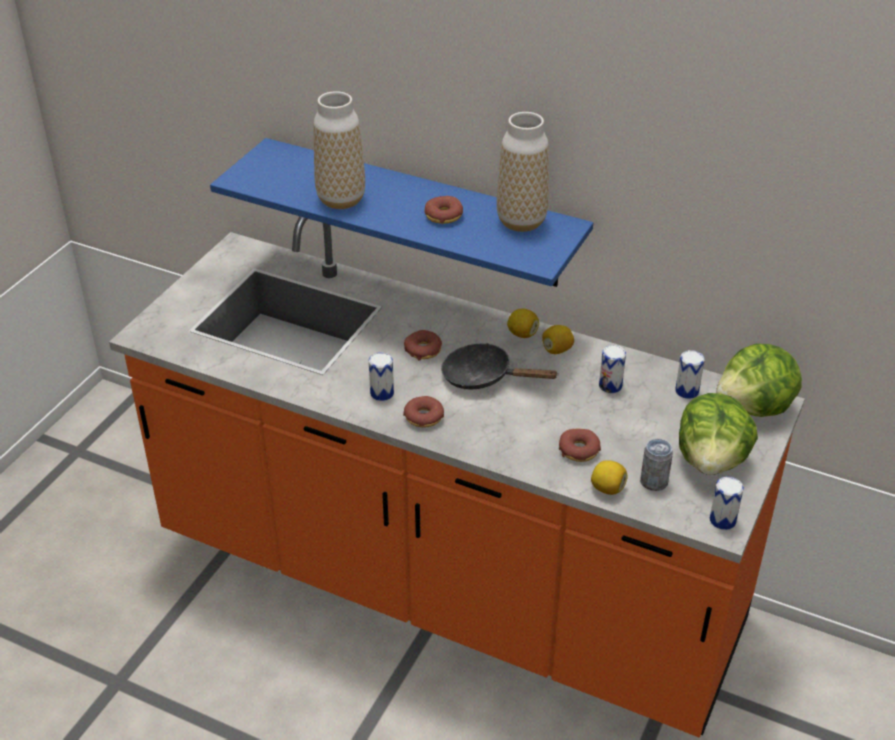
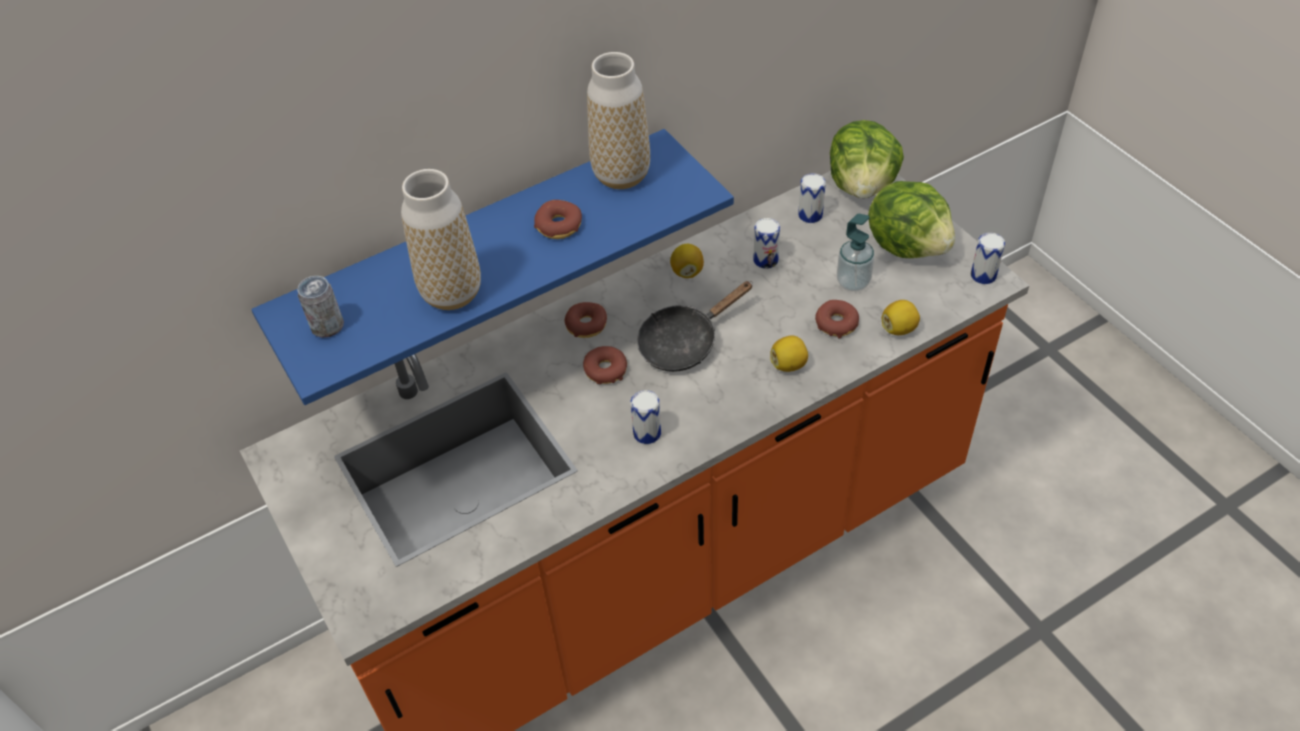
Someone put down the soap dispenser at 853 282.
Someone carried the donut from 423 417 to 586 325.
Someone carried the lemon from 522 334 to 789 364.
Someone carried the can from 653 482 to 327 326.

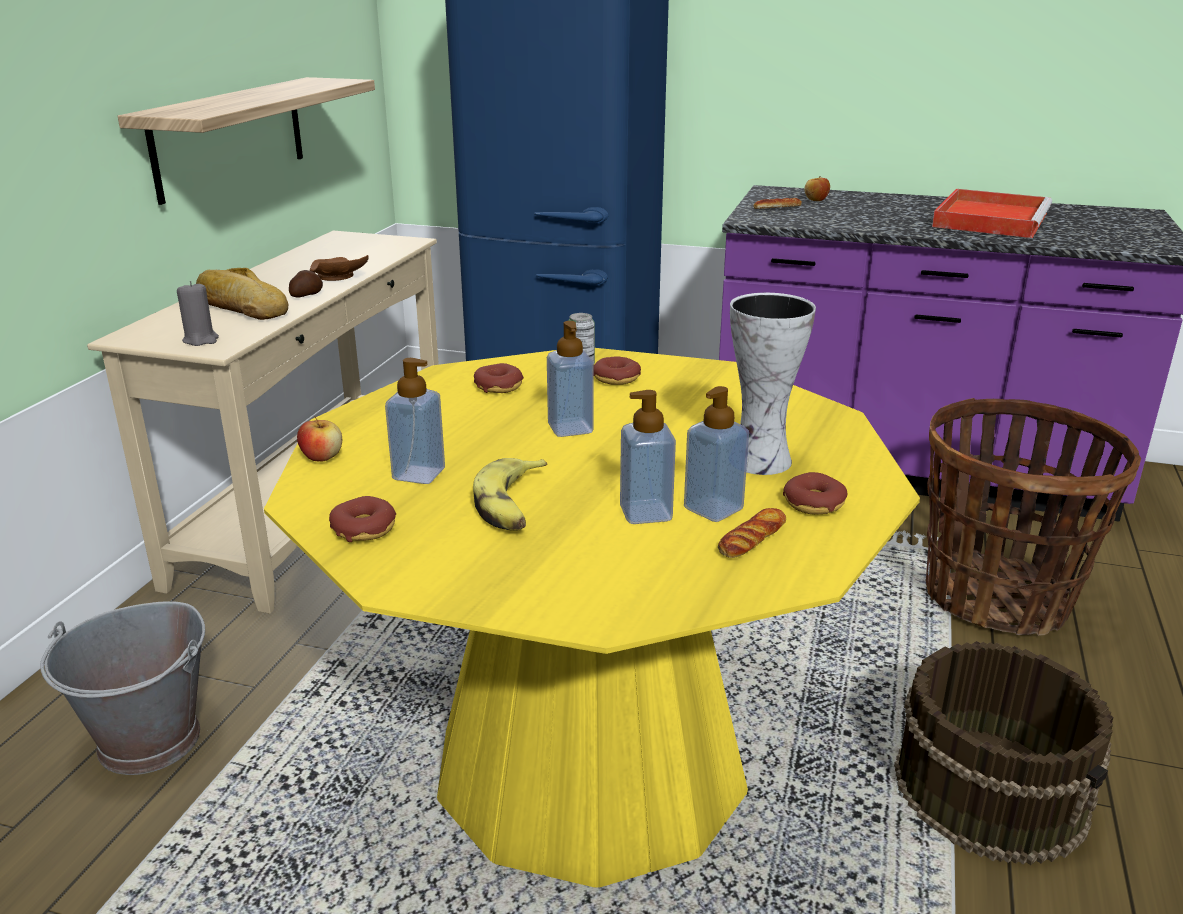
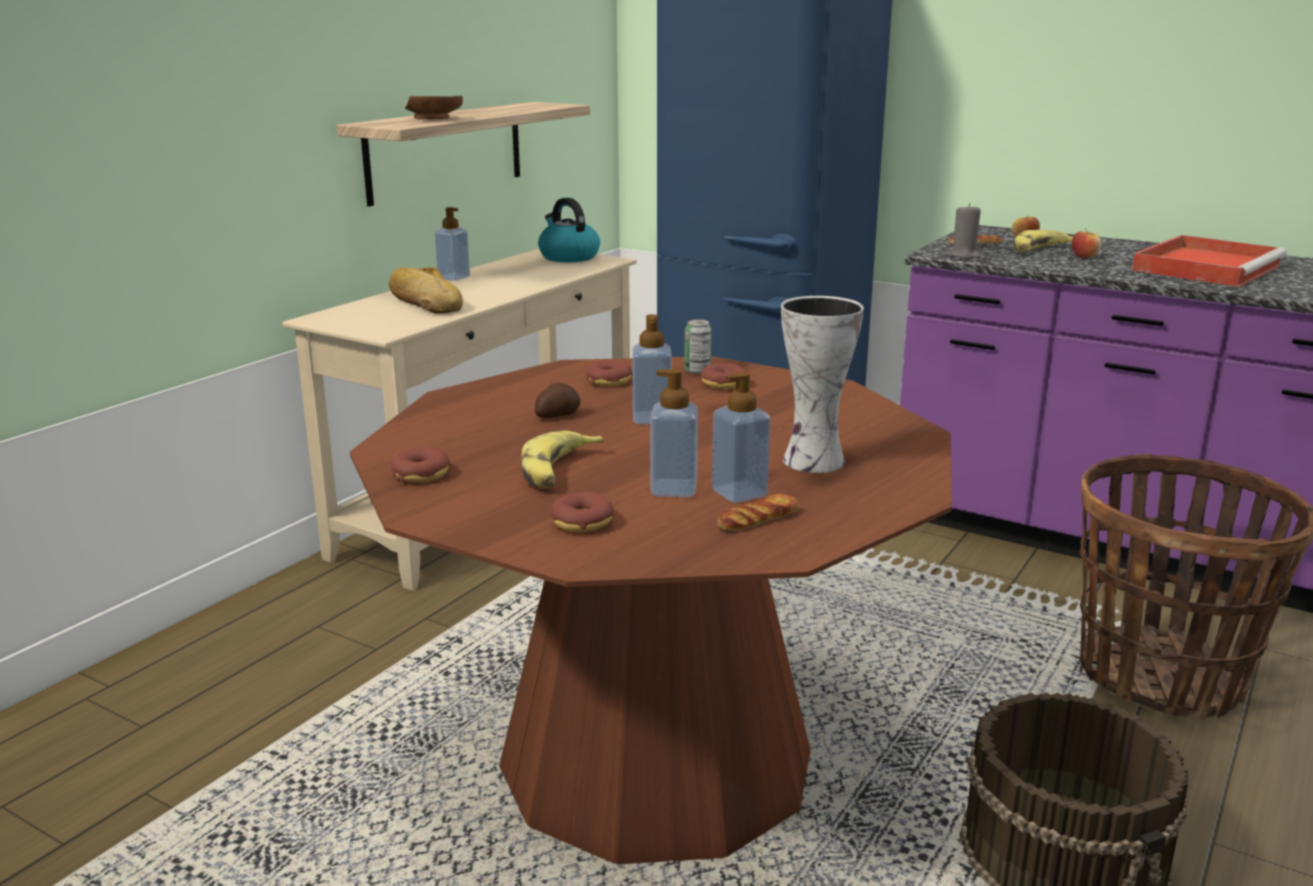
Someone took away the bucket (grey) at 150 741.
Someone put down the kettle at 568 257.
Someone put down the banana at 1040 250.
Someone carried the candle (grey) from 201 340 to 964 255.
Someone carried the potato from 306 295 to 557 415.
Someone carried the apple from 322 457 to 1084 257.
Someone carried the plate (brown) from 337 278 to 432 119.
Someone carried the soap dispenser from 419 474 to 453 278.
Someone carried the donut from 814 503 to 582 522.
Someone repainted the dining table (yellow) at 591 762, which became the dining table (brown) at 656 759.

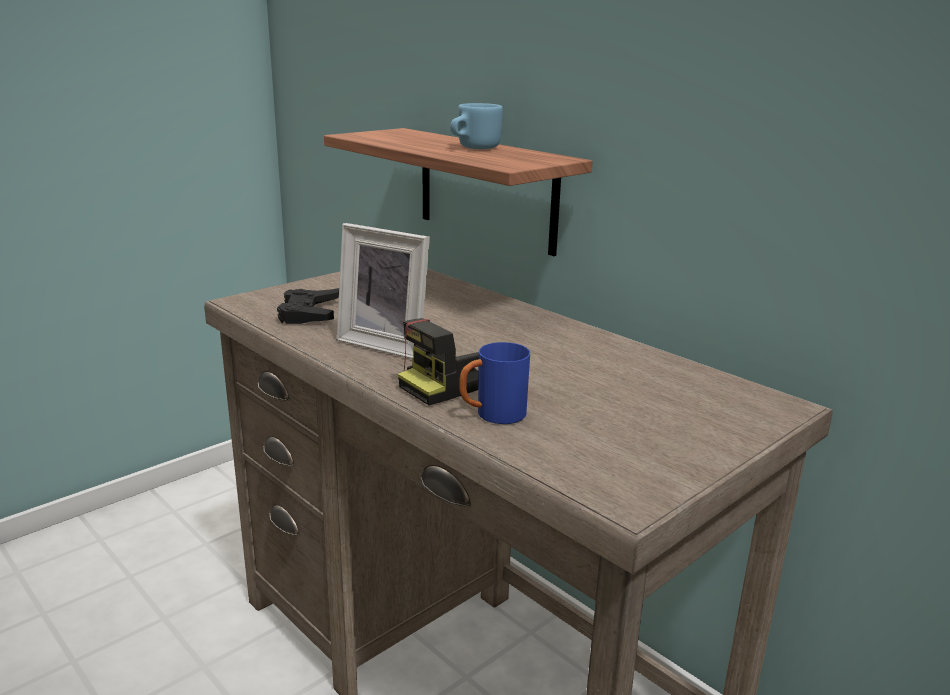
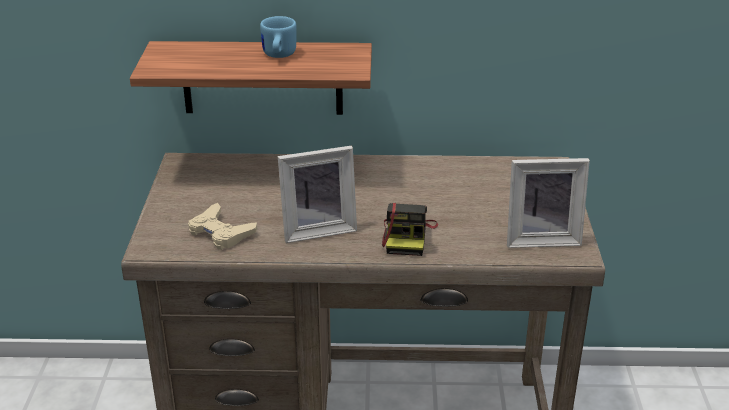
Someone took away the mug (blue) at 492 416.
Someone put down the picture frame at 541 238.
Someone repainted the game controller (black) at 309 313, which became the game controller (beige) at 220 232.

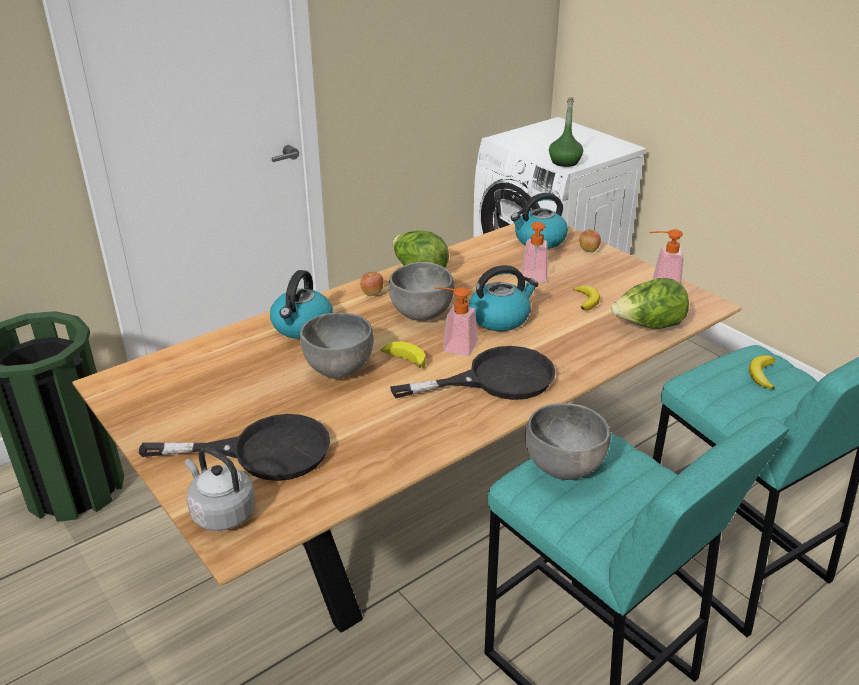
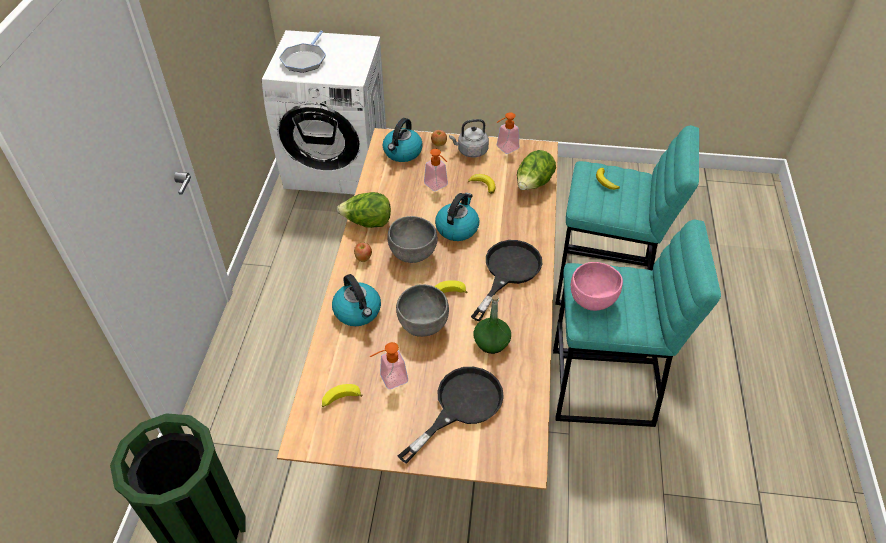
Someone put down the frying pan at 304 60.
Someone put down the banana at 340 399.
Someone carried the kettle (grey) from 221 512 to 471 151.
Someone carried the soap dispenser from 454 346 to 389 380.
Someone carried the bottle (green) from 564 162 to 491 342.
Someone repainted the bowl (grey) at 565 467, which became the bowl (pink) at 592 300.

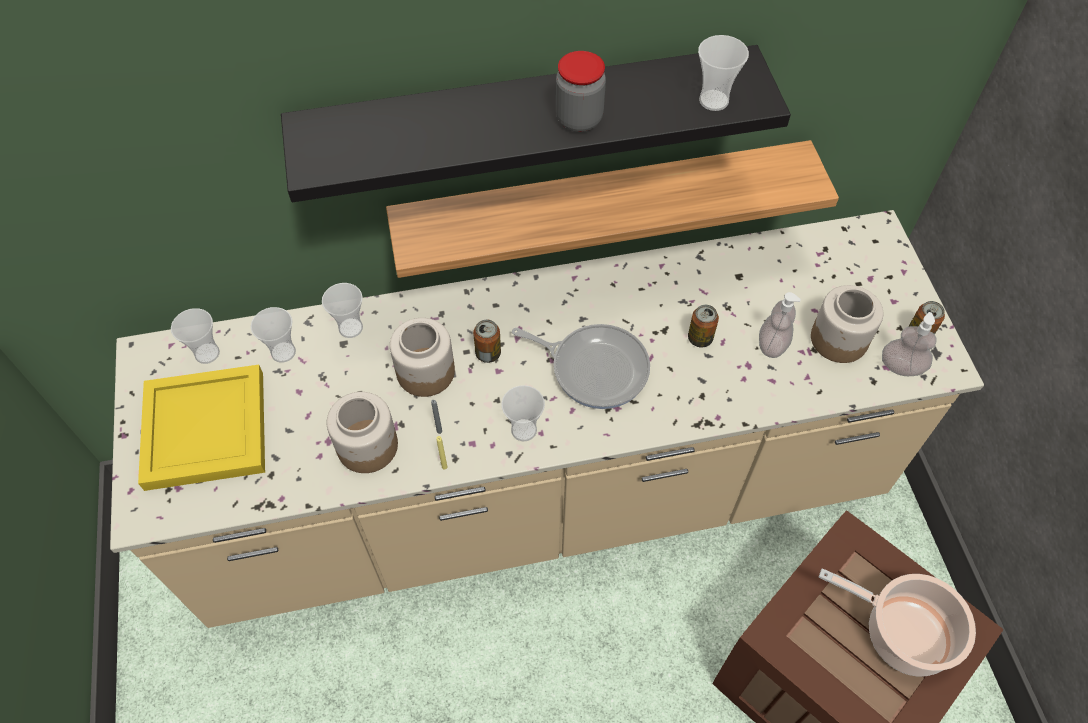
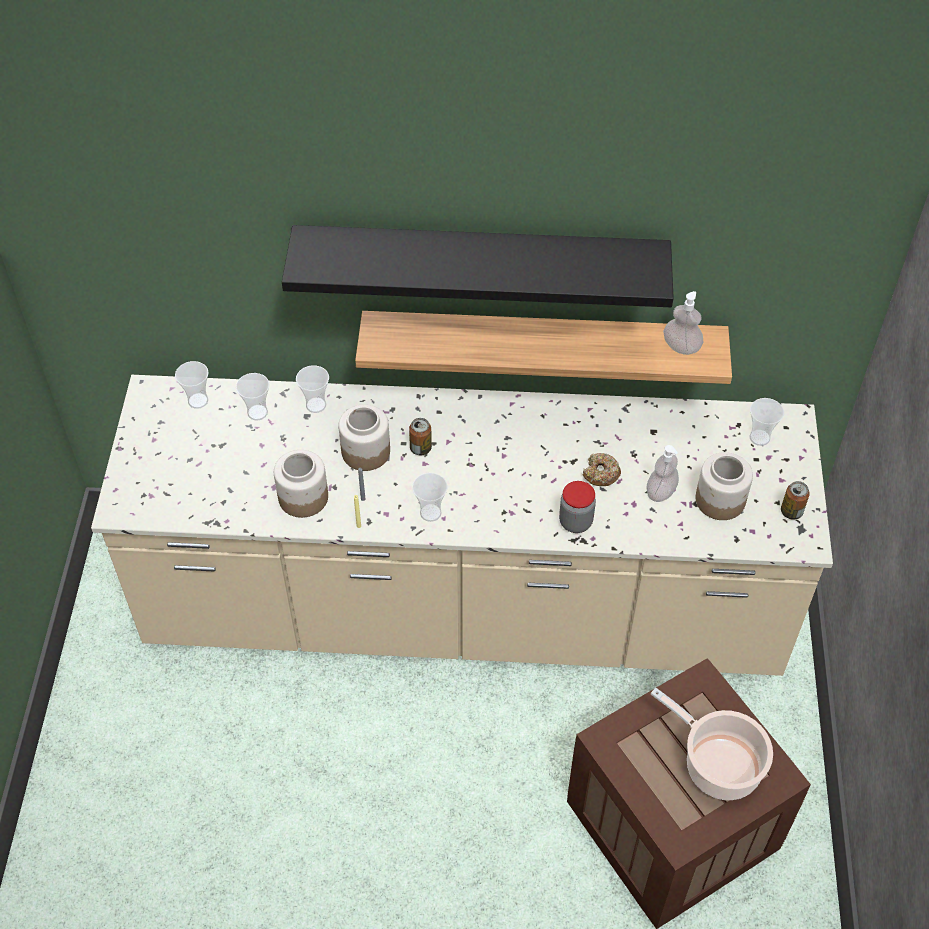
Someone took away the tray (yellow) at 207 431.
Someone took away the frying pan at 595 368.
Someone carried the jar from 579 119 to 575 522.
Someone carried the cup from 713 100 to 759 437.
Someone carried the soap dispenser from 901 367 to 681 347.
Someone swapped the can at 700 338 for the donut at 601 474.

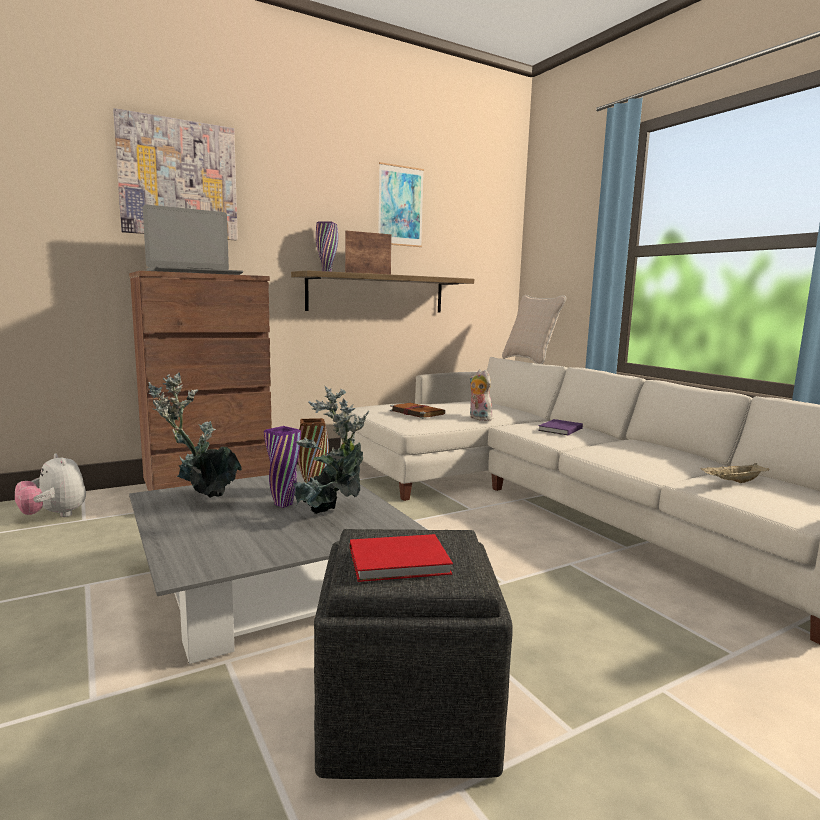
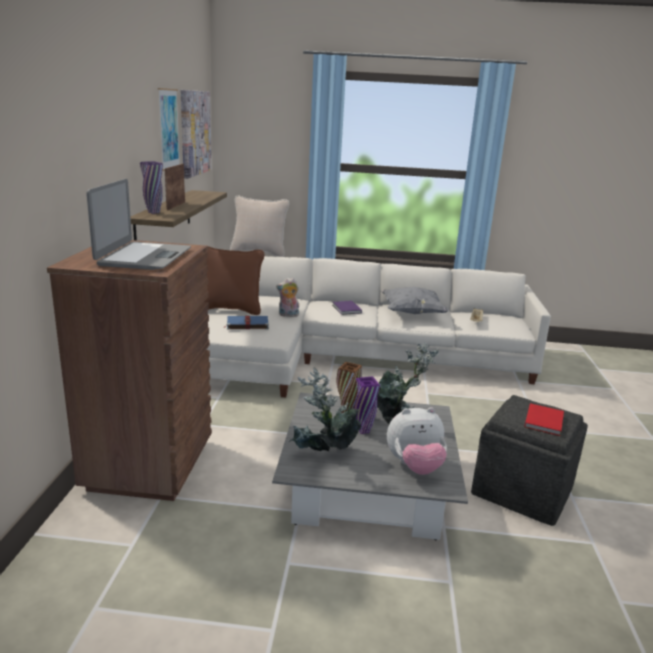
Someone put down the pillow (brown) at 231 309.
Someone put down the pillow (grey) at 412 313.
Someone carried the plush toy from 54 515 to 414 466.
Someone carried the picture from 178 179 to 194 133.
Someone repainted the book (brown) at 416 412, which became the book (blue) at 246 324.

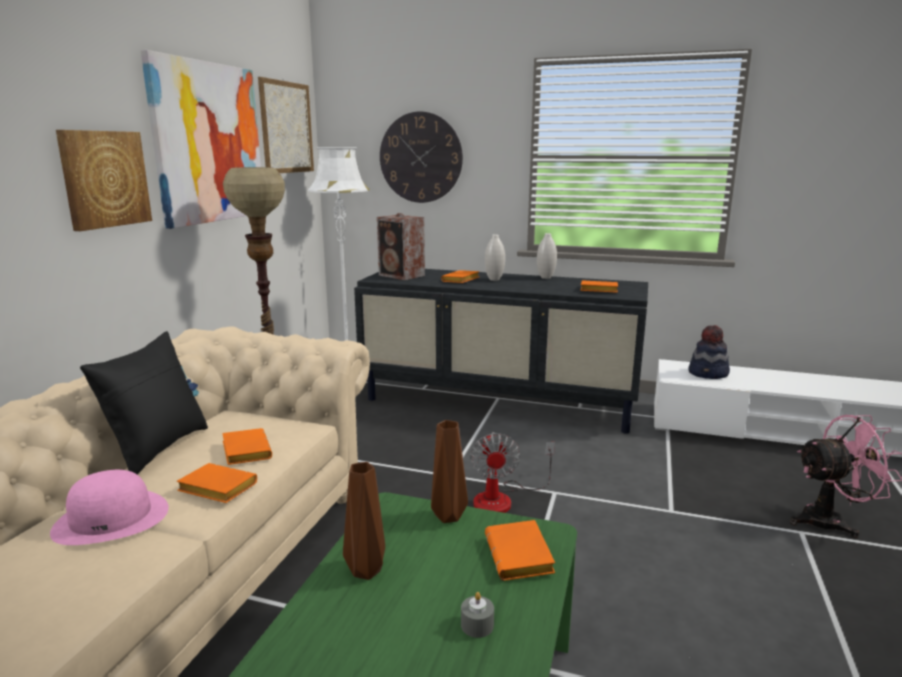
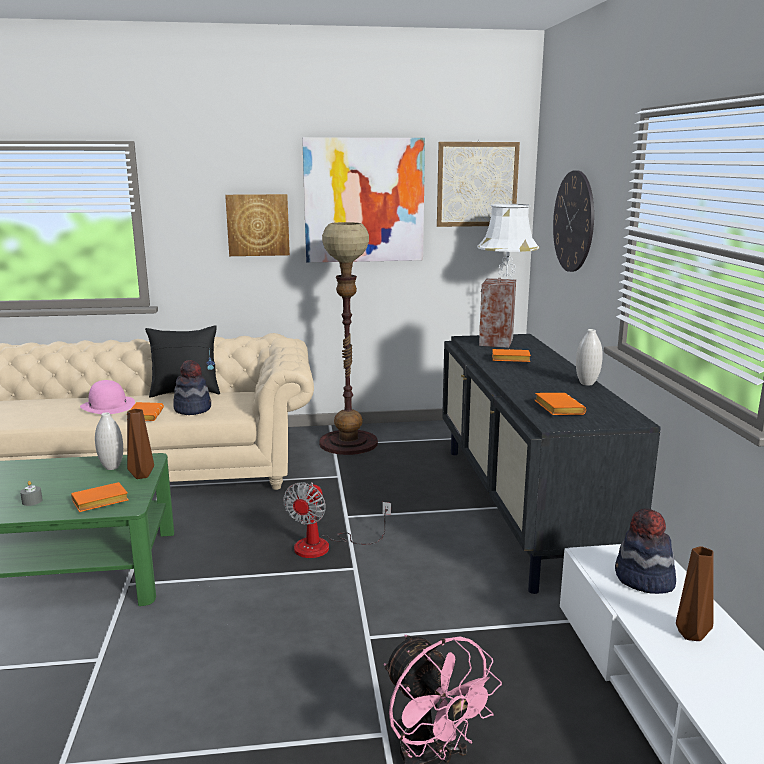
Someone carried the vase (brown) from 366 570 to 691 634.
Someone carried the vase (white) from 494 279 to 112 467.
Someone swapped the book (orange) at 244 451 for the hat at 193 409.
Someone rotated the fan at 503 499 by 45 degrees counterclockwise.

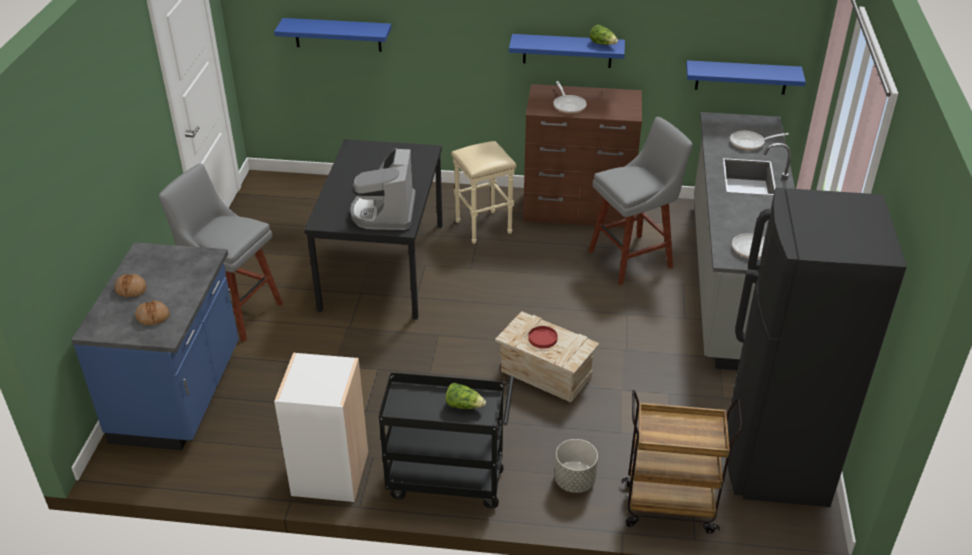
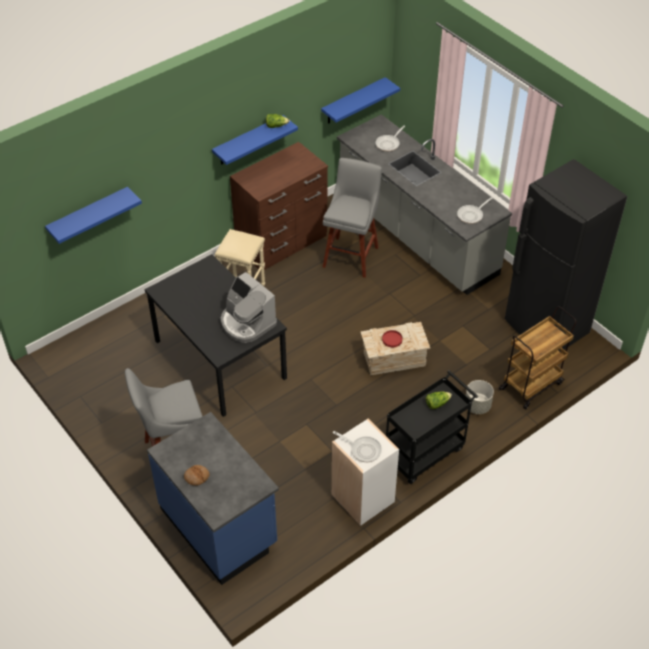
Someone took away the bread at 153 316.
Someone carried the frying pan from 568 105 to 363 449.

